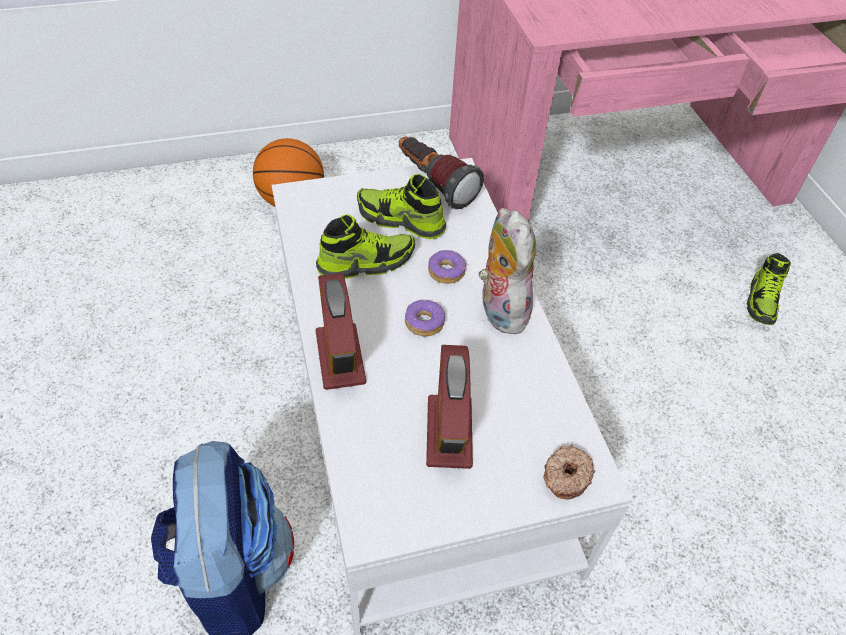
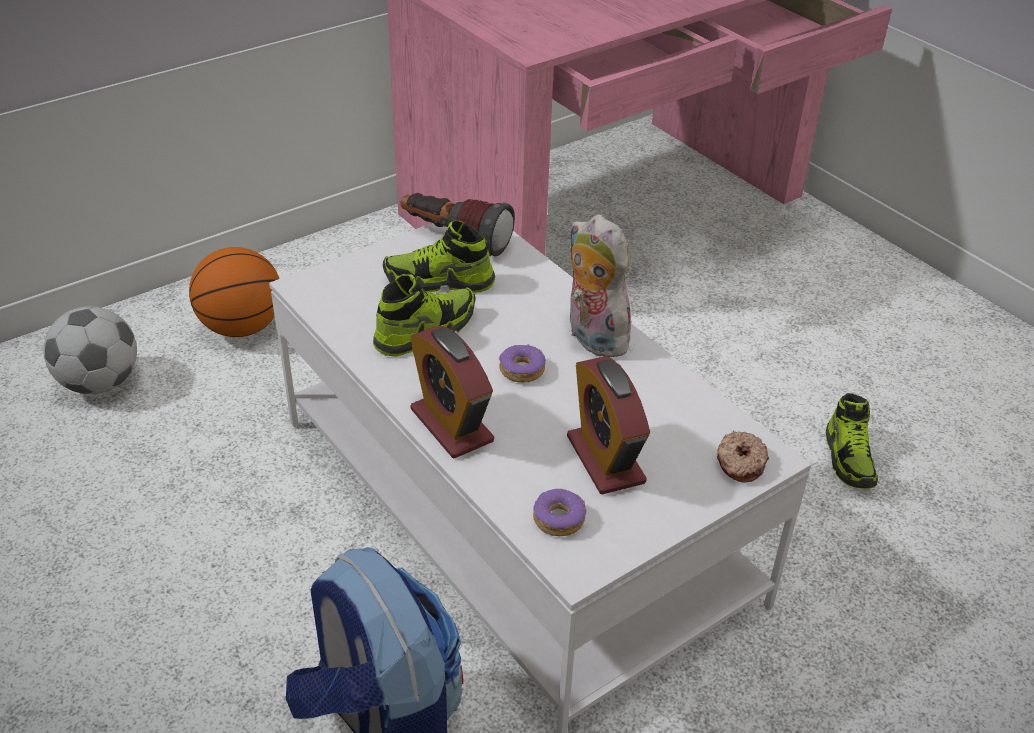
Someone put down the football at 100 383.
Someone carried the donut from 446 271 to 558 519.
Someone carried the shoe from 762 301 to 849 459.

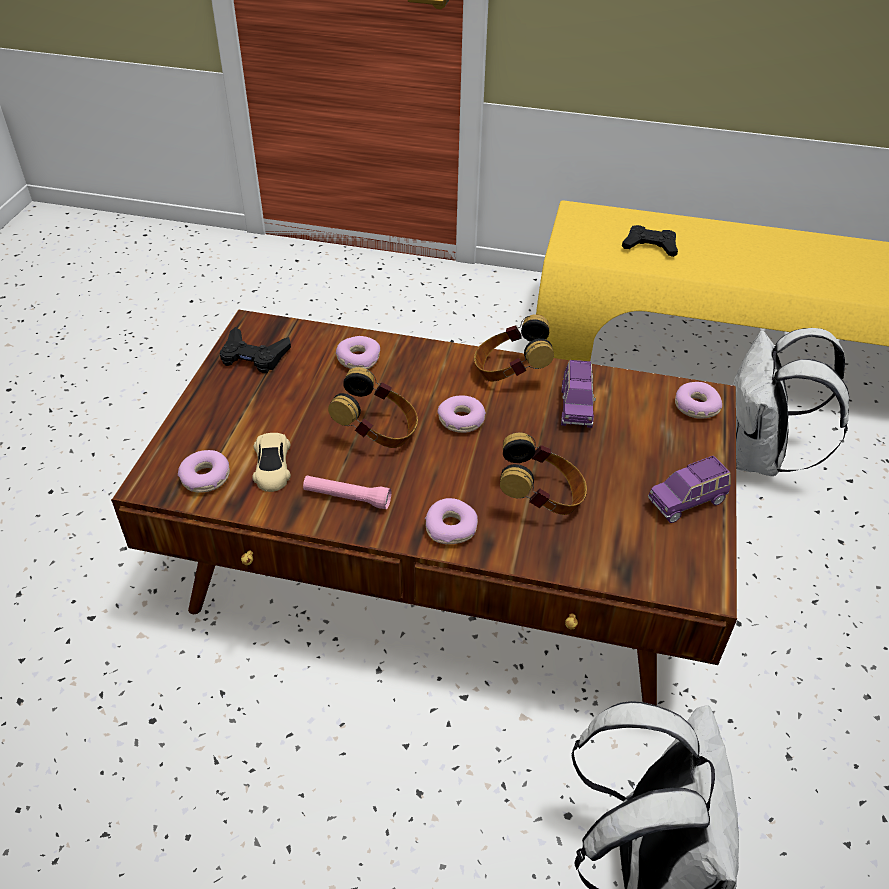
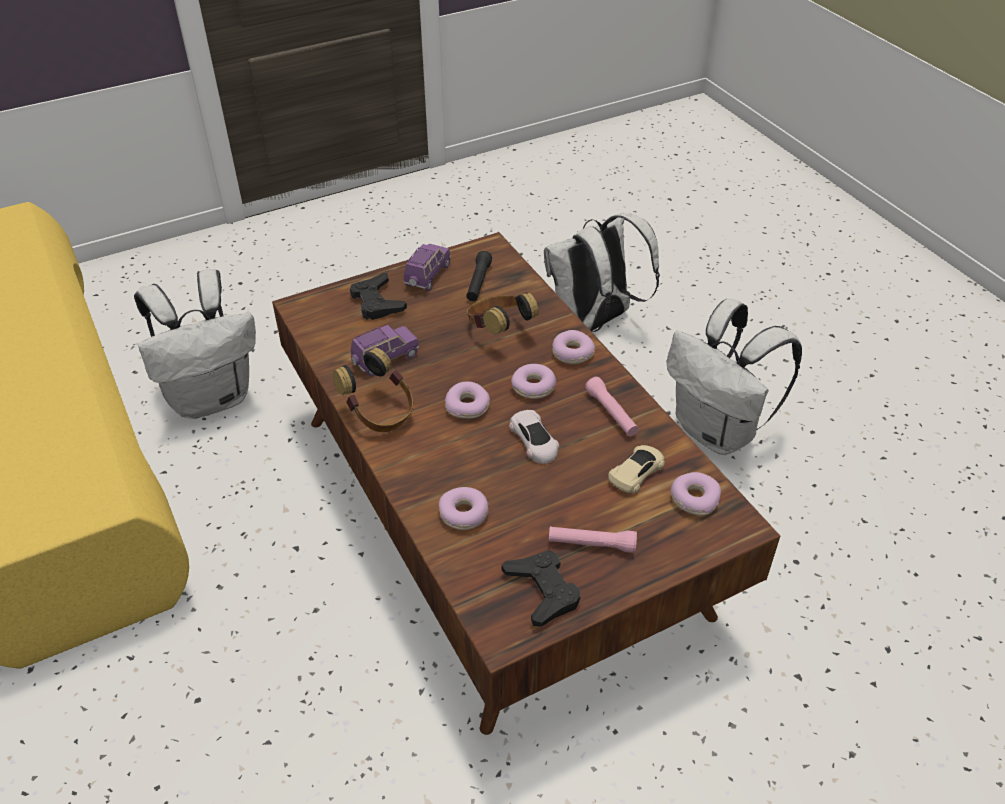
Someone put down the flashlight (black) at 478 283.
Someone put down the flashlight (pink) at 591 544.
Someone put down the backpack (white) at 718 432.
Someone carried the game controller (black) from 650 246 to 377 302.
Someone carried the donut from 695 406 to 533 387.
Someone swapped the headphones at 378 432 for the toy car (white) at 534 440.
Someone rotated the toy car (purple) at 687 501 by 90 degrees counterclockwise.

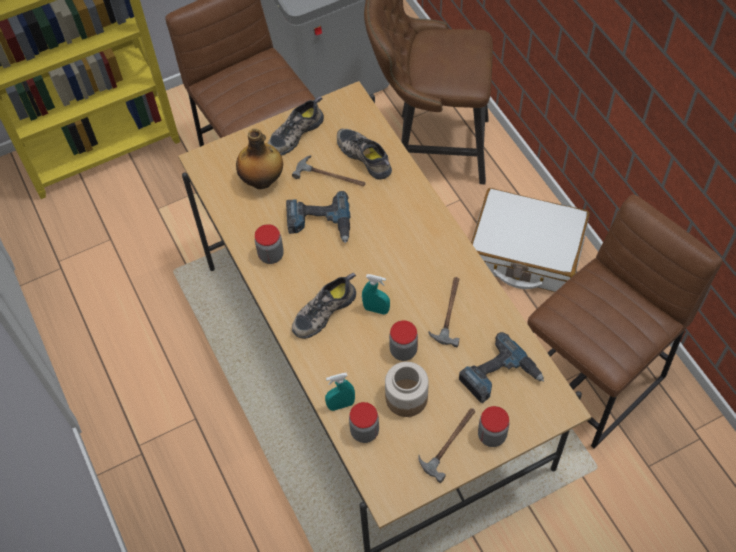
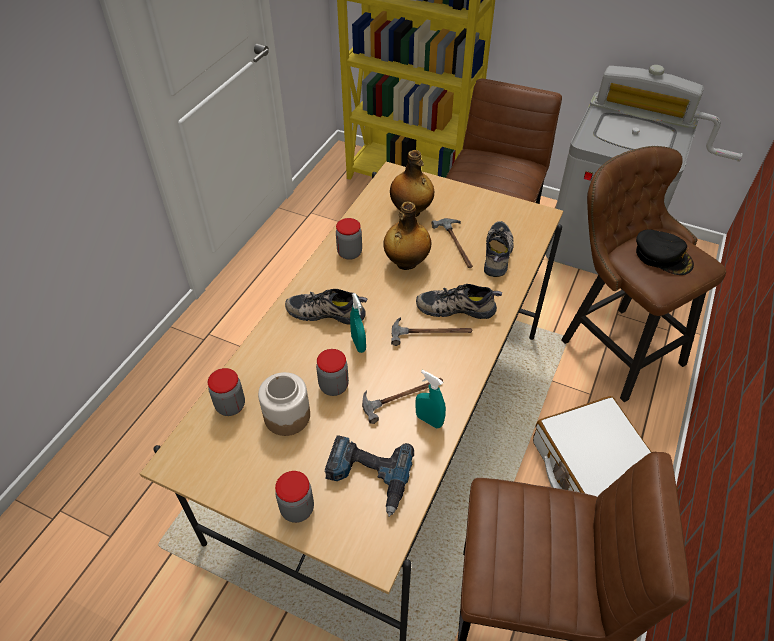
Someone put down the cap (black) at 662 256.
Someone carried the shoe from 295 132 to 457 307.
Someone carried the spray bottle (turquoise) from 341 405 to 429 420.
Someone carried the hammer from 450 442 to 431 332.
Someone swapped the power drill at 319 223 for the bottle at 406 263.

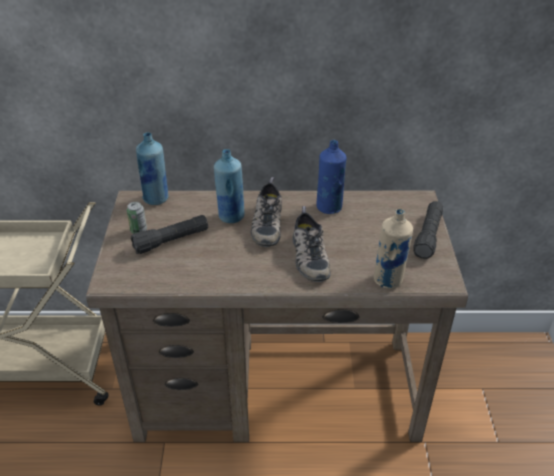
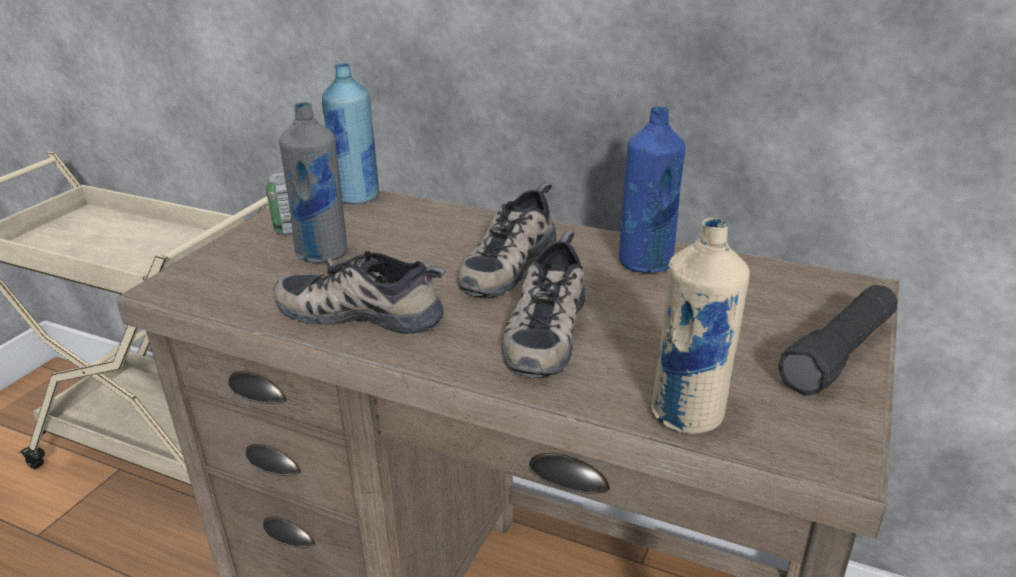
Someone took away the bottle (blue) at 231 216.
Someone put down the shoe at 363 311.
Someone swapped the flashlight (black) at 171 241 for the bottle (grey) at 323 253.

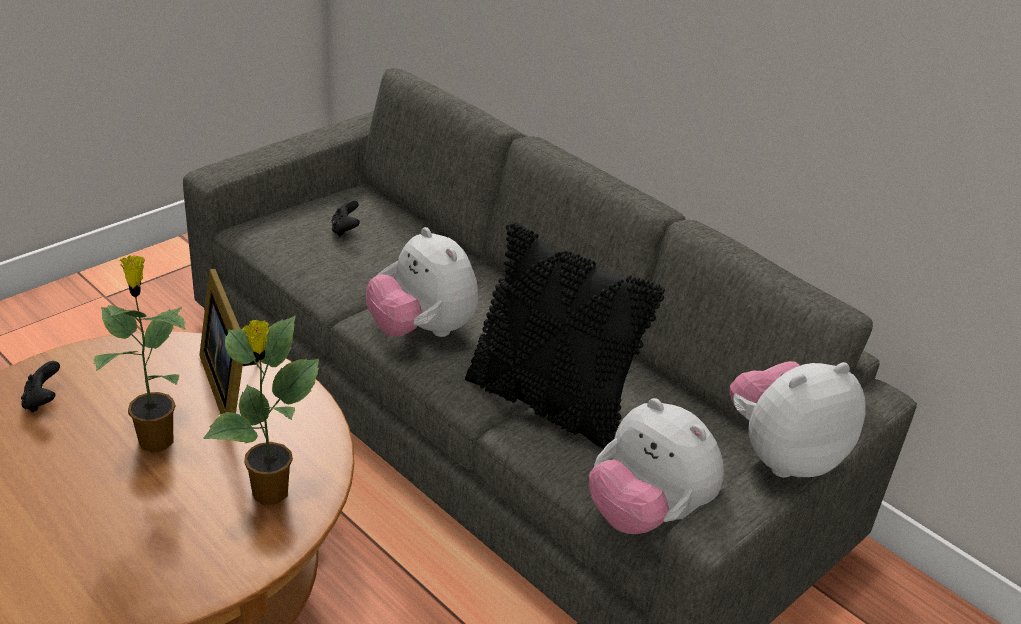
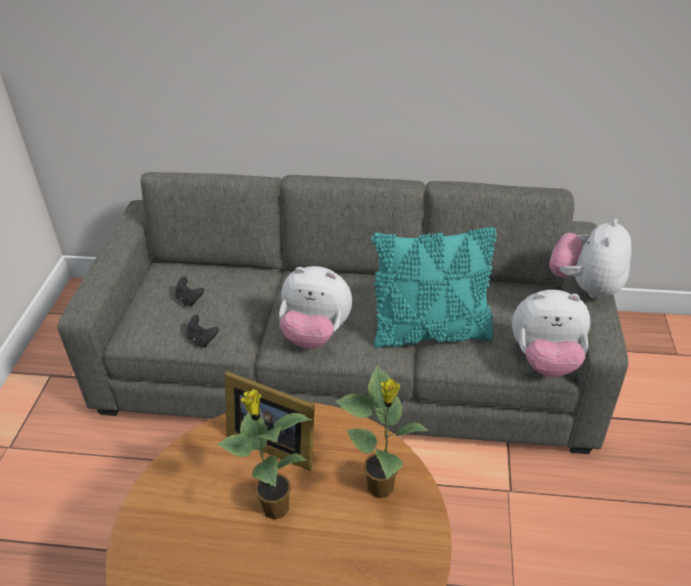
Someone carried the game controller (black) from 43 401 to 202 339.
Someone repainted the pillow (black) at 550 403, which became the pillow (turquoise) at 431 332.

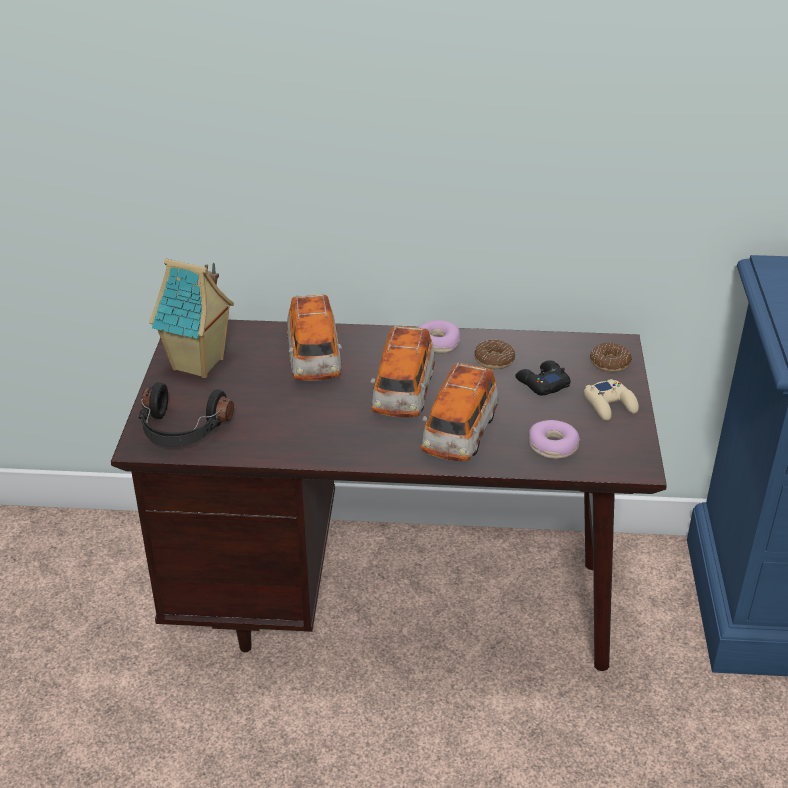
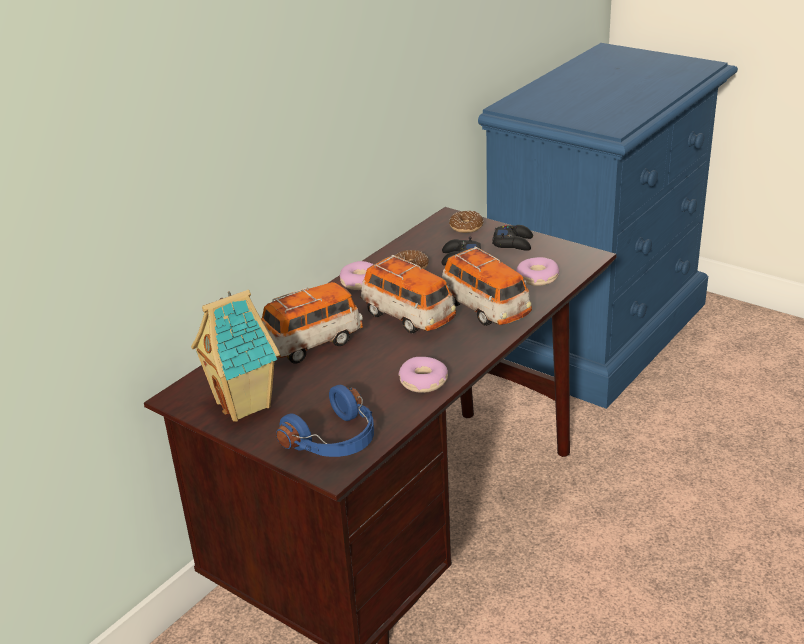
Someone put down the donut at 423 382.
Someone repainted the headphones (black) at 182 430, which became the headphones (blue) at 335 441.
Someone repainted the game controller (beige) at 610 405, which became the game controller (black) at 513 243.
Someone rotated the toy car at 314 360 by 60 degrees counterclockwise.

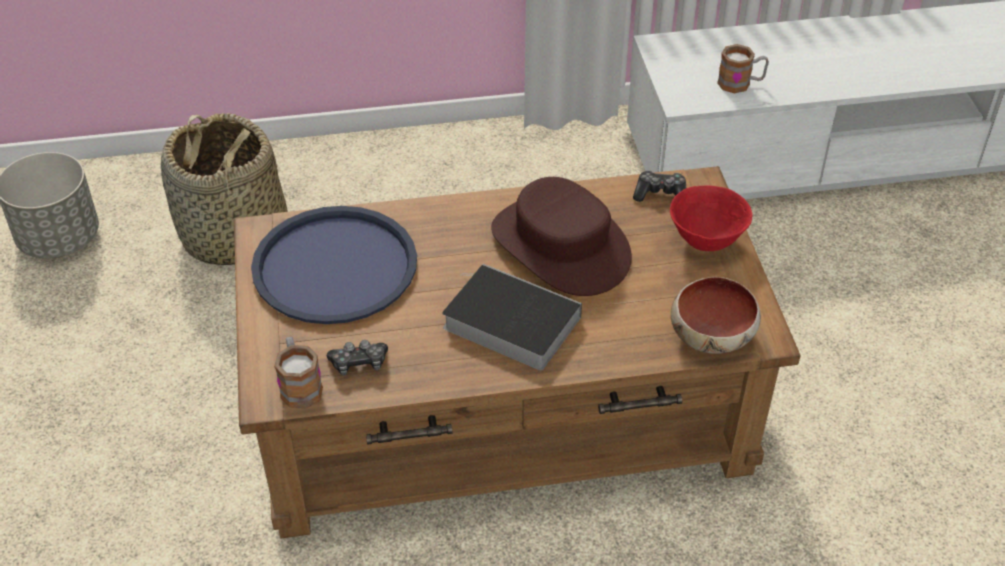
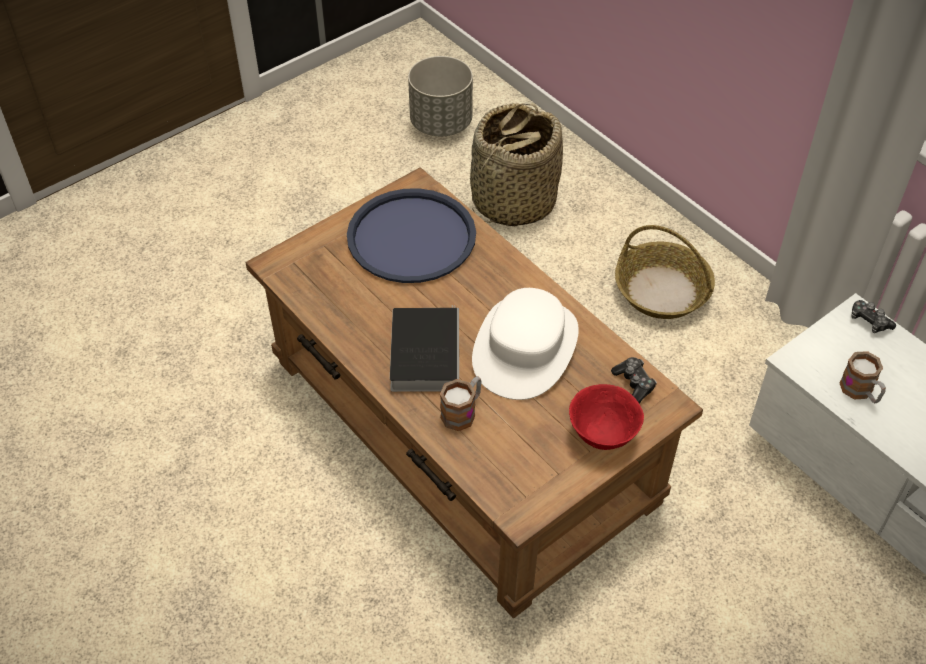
Someone took away the bowl at 711 334.
Someone put down the basket at 662 291.
Someone carried the mug from 299 385 to 463 411.
Someone carried the game controller from 359 363 to 869 321.
Someone repainted the hat (brown) at 561 246, which became the hat (white) at 526 348.

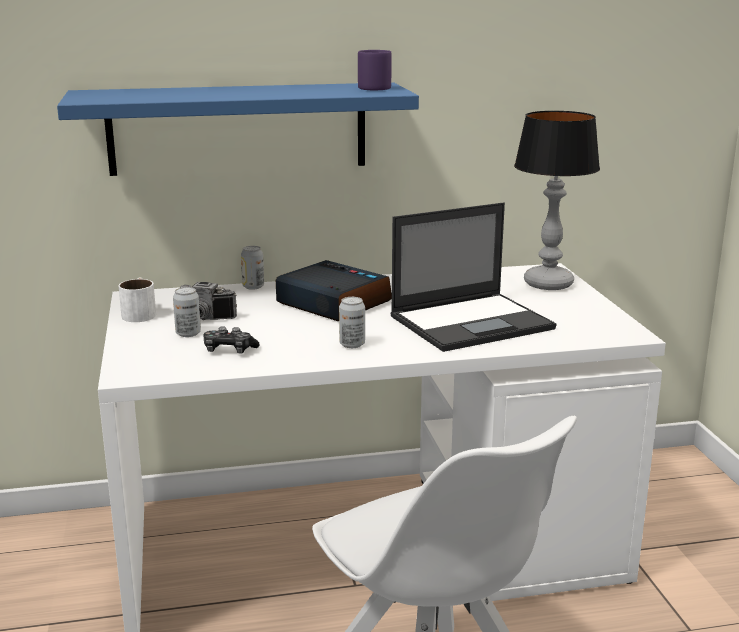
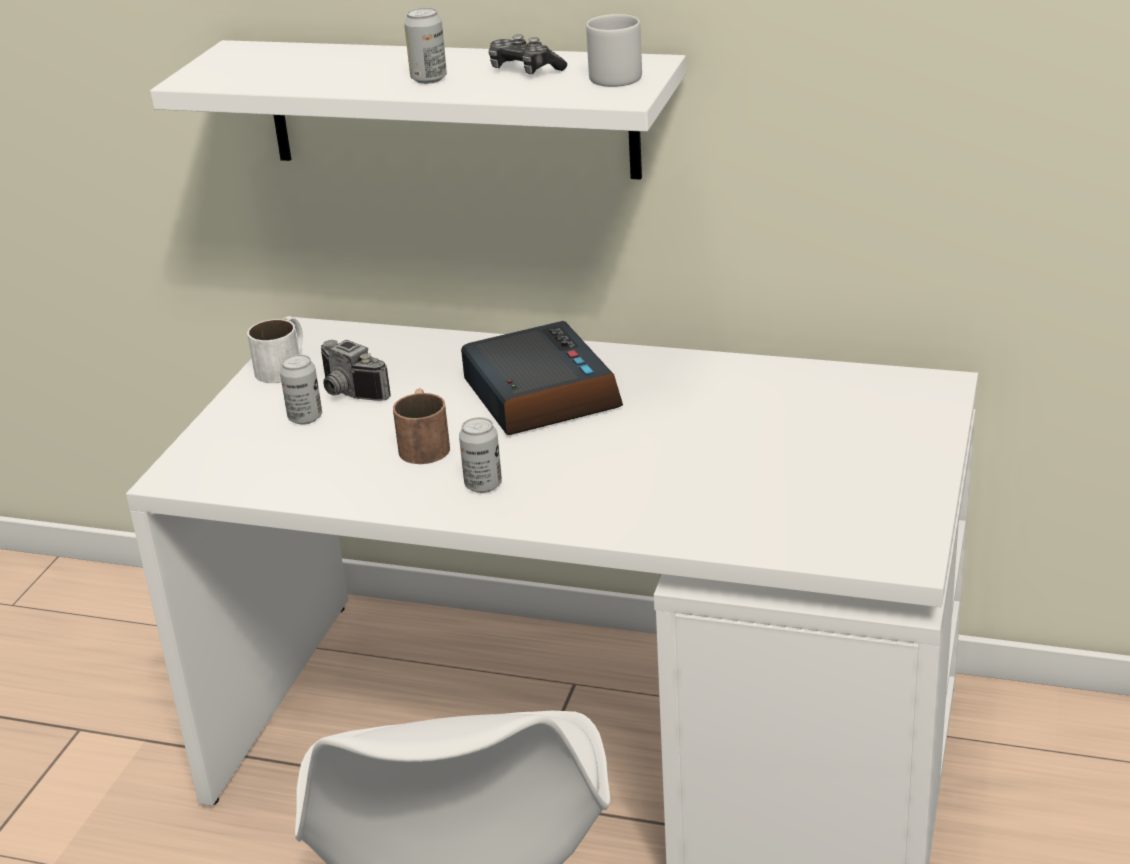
Someone took away the laptop at 473 322.
Someone took away the table lamp at 547 283.
Someone put down the mug (brown) at 424 443.
Someone carried the game controller from 229 350 to 524 70.
Someone carried the can from 253 286 to 429 79.
Someone repainted the shelf (blue) at 238 128, which became the shelf (white) at 450 108.
Someone repainted the mug (purple) at 372 88, which became the mug (grey) at 616 76.

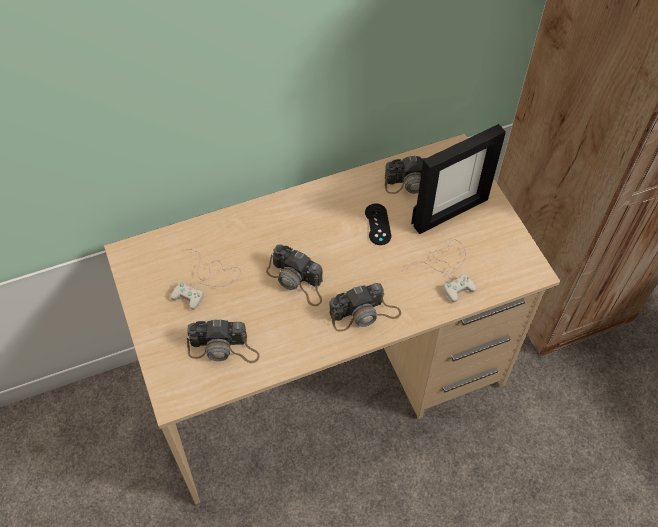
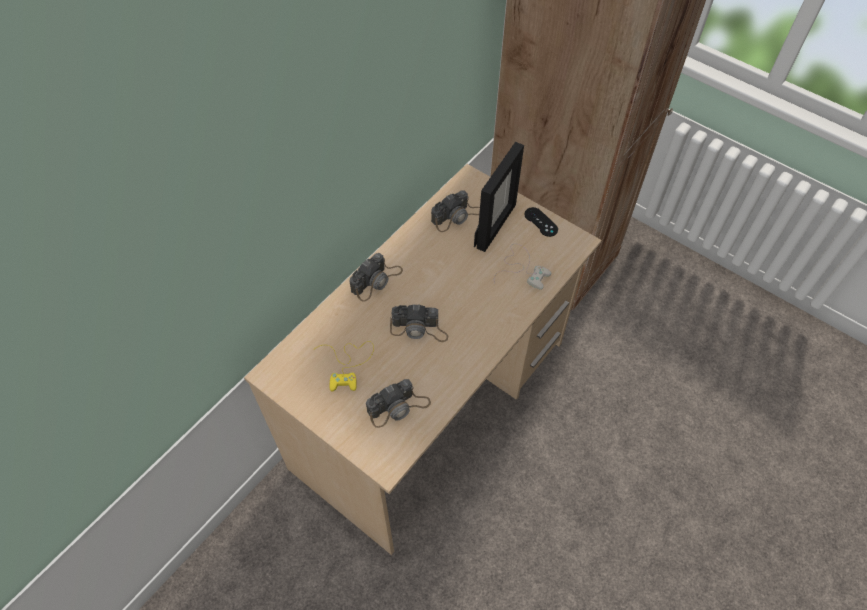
Someone carried the photo camera from 364 313 to 376 280.
Someone carried the game controller (black) from 378 224 to 541 222.
Someone repainted the game controller (white) at 205 280, which became the game controller (yellow) at 348 363.

